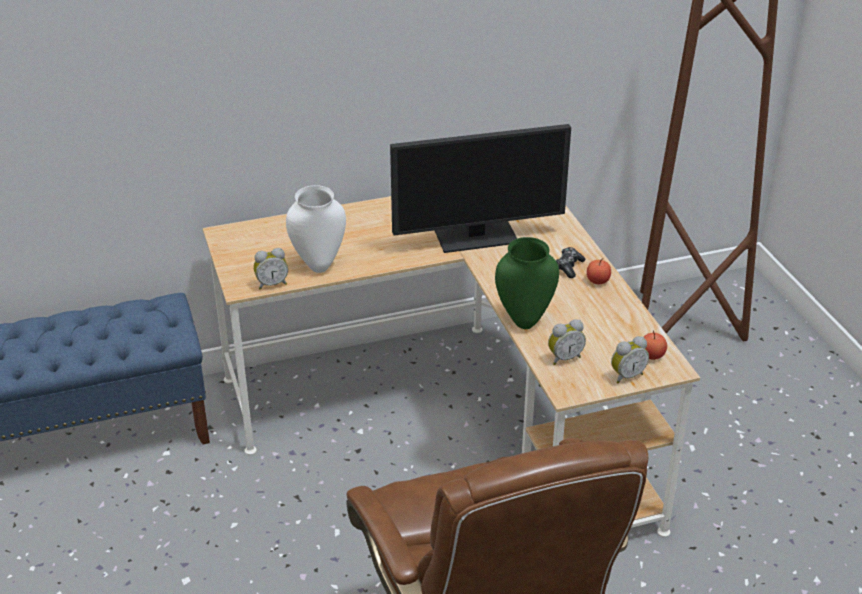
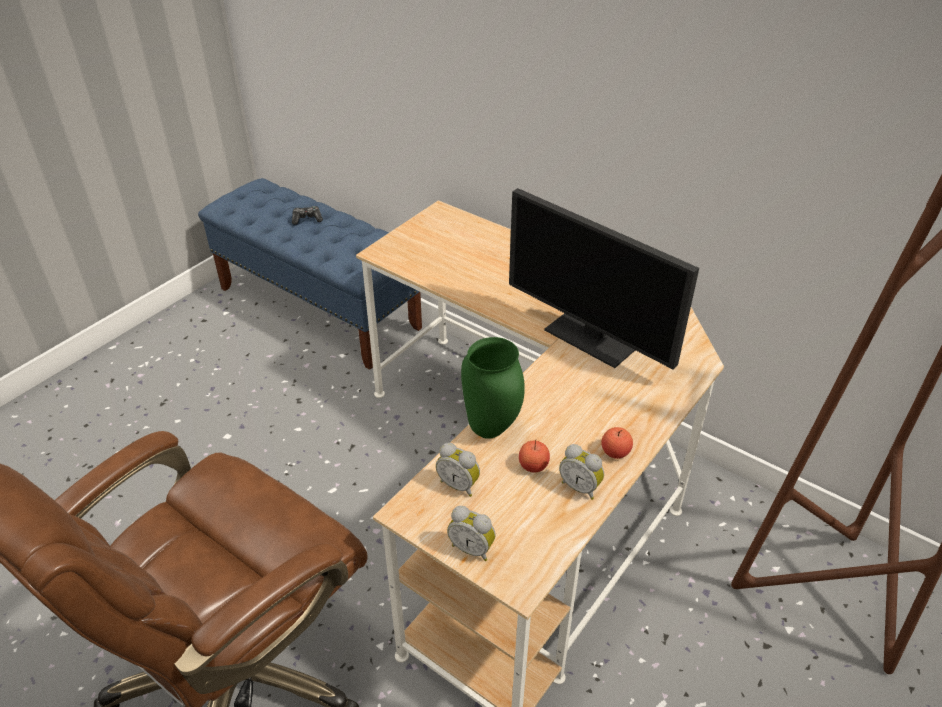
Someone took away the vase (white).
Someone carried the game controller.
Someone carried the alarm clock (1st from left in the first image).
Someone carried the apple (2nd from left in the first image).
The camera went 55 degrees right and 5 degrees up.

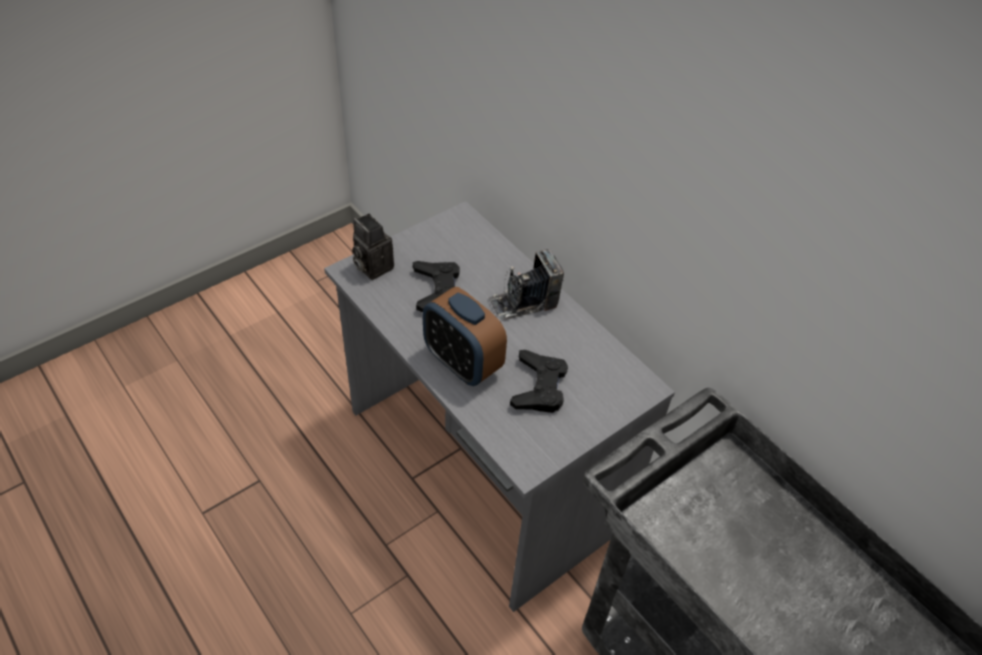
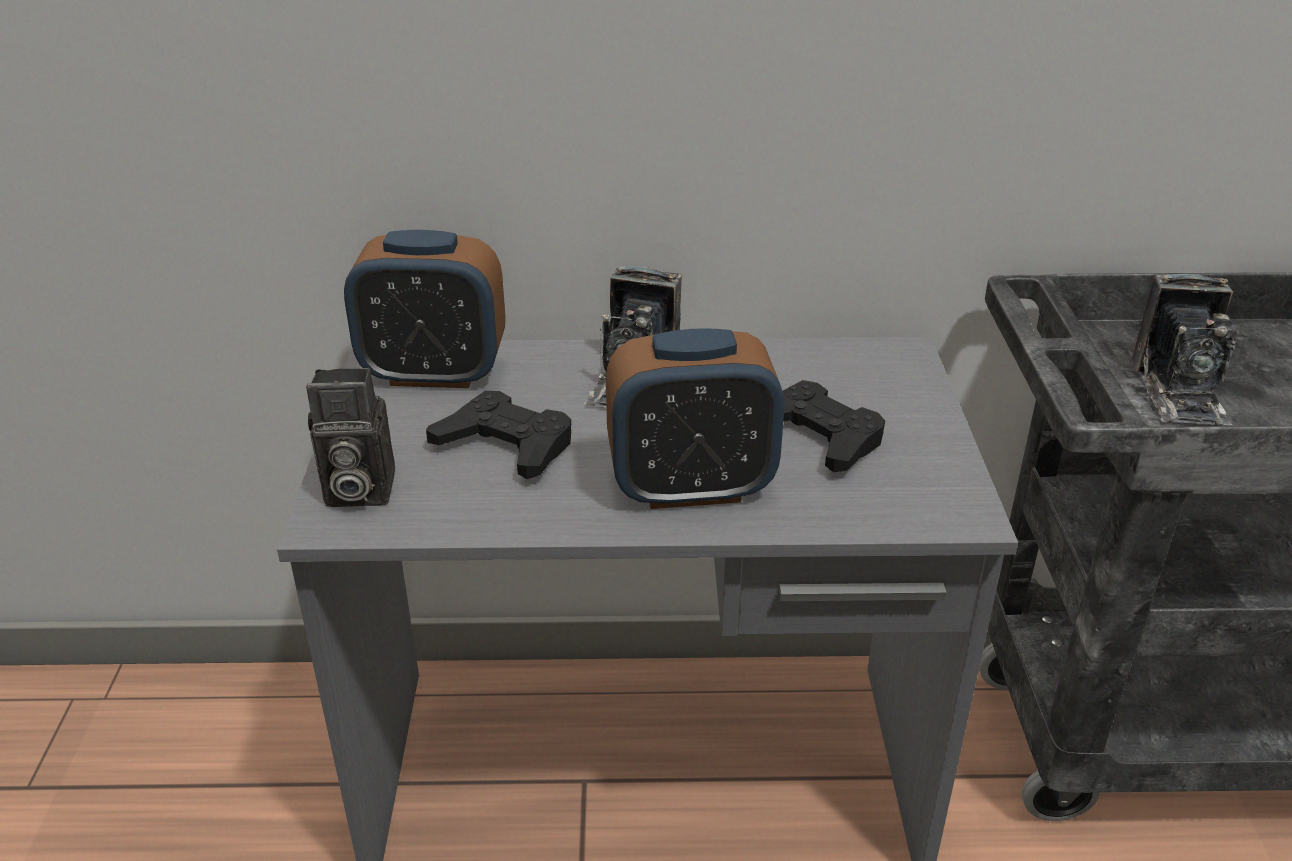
Someone put down the alarm clock (1st from left).
Someone put down the photo camera (3rd from left).
The camera went 50 degrees left and 15 degrees down.

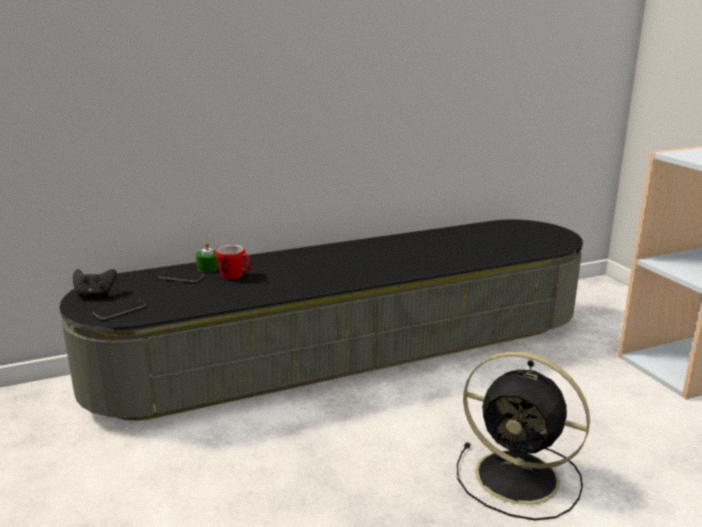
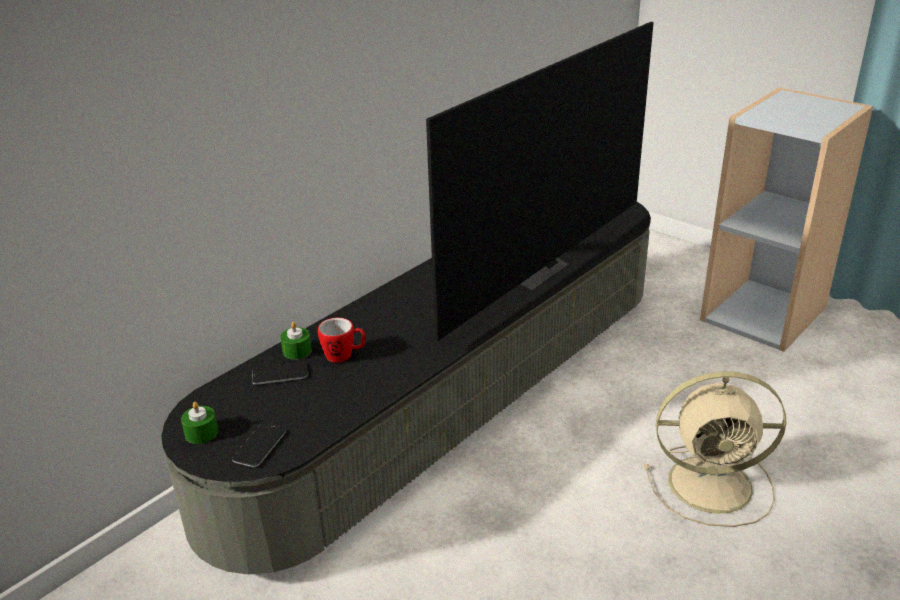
Someone swapped the game controller (black) for the candle (green) (1st from left).
Someone repainted the fan (black), which became the fan (beige).
Someone put down the television.
The camera went 25 degrees left and 10 degrees up.

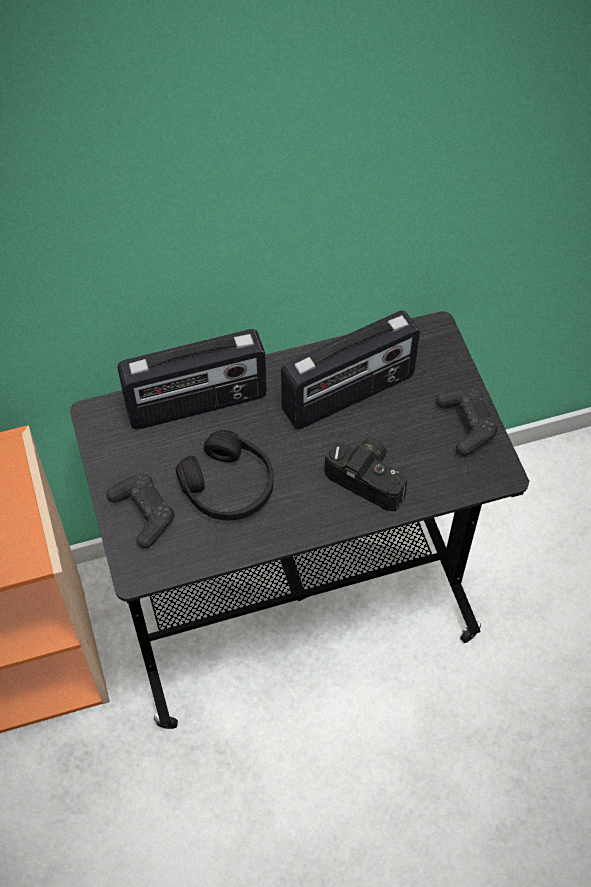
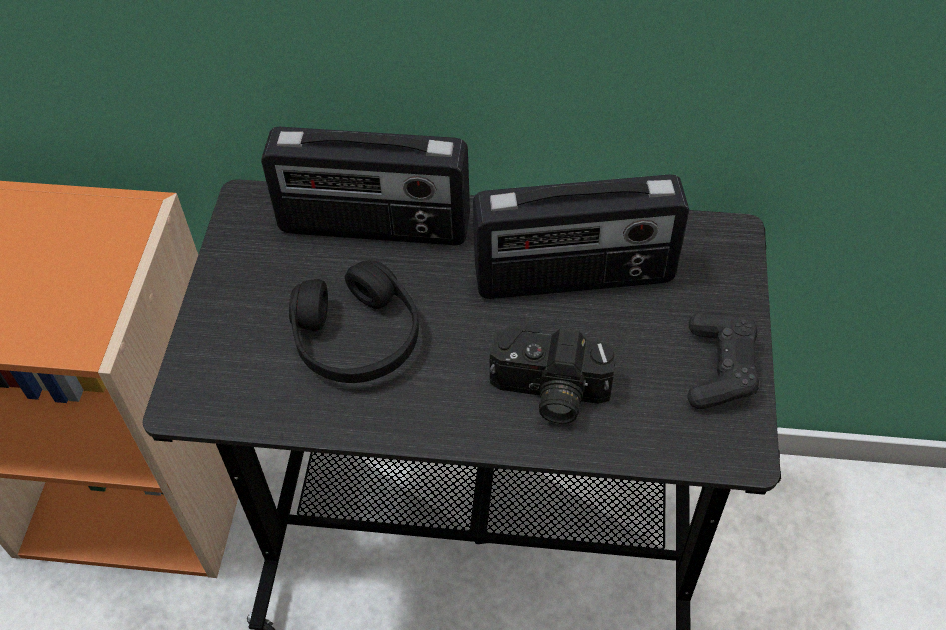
Someone rotated the photo camera by 135 degrees clockwise.
Someone took away the game controller (black) (1st from left).
The camera went 25 degrees right and 5 degrees down.

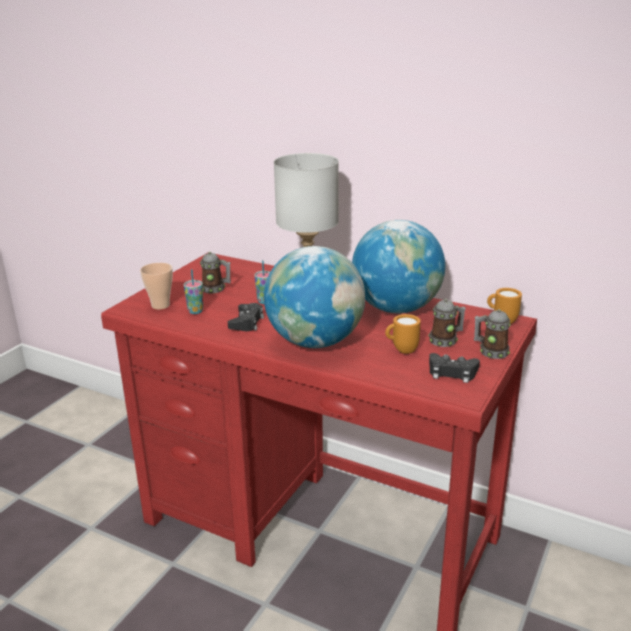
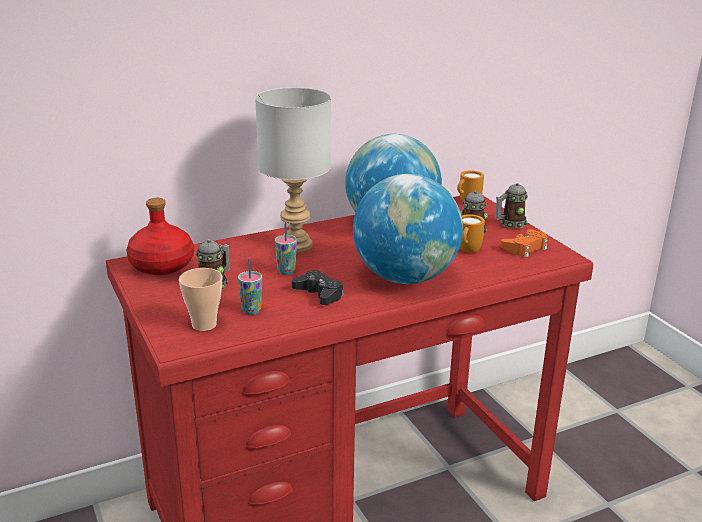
Someone repainted the game controller (black) (2nd from left), which became the game controller (orange).
Someone put down the bottle (red).
The camera went 55 degrees left and 0 degrees up.

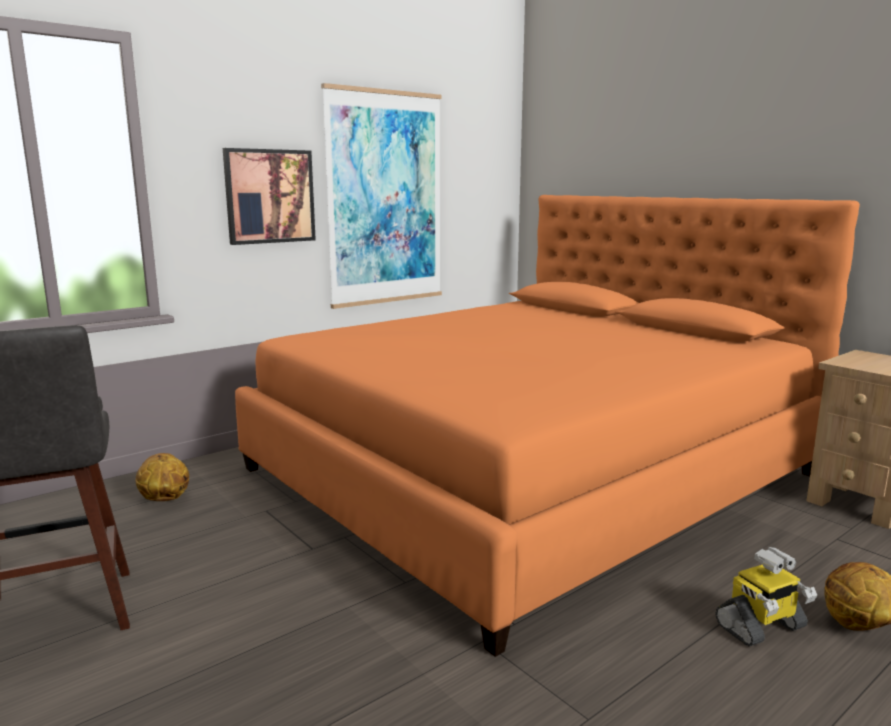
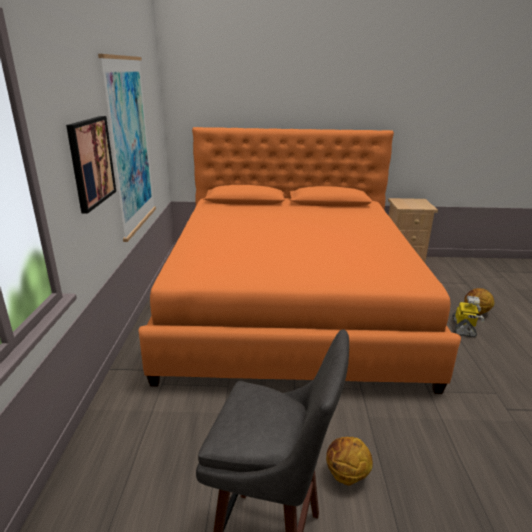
Someone carried the basketball (1st from left).
The camera went 50 degrees left and 10 degrees up.

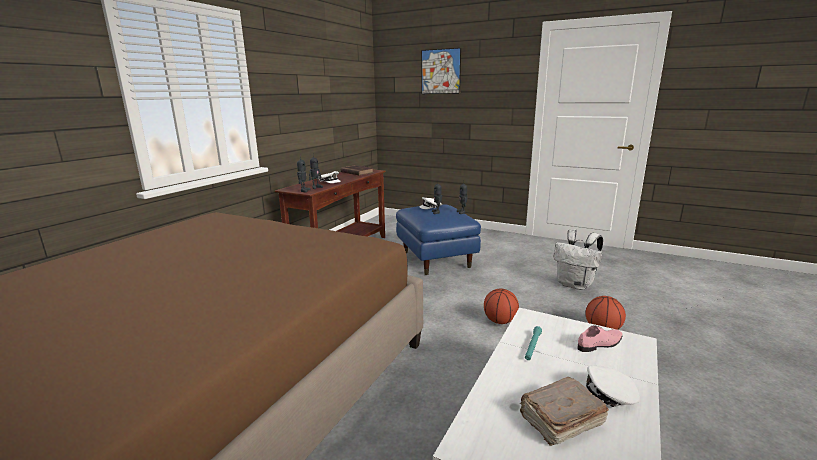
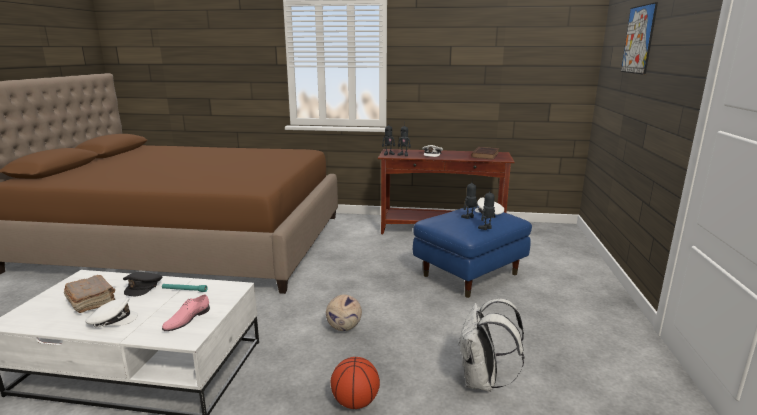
Someone swapped the basketball (1st from left) for the football.
Someone rotated the shoe (pink) by 75 degrees clockwise.
Someone rotated the cap (white) (3rd from left in the first image) by 90 degrees clockwise.
Someone put down the cap (black).
The camera went 70 degrees right and 0 degrees up.

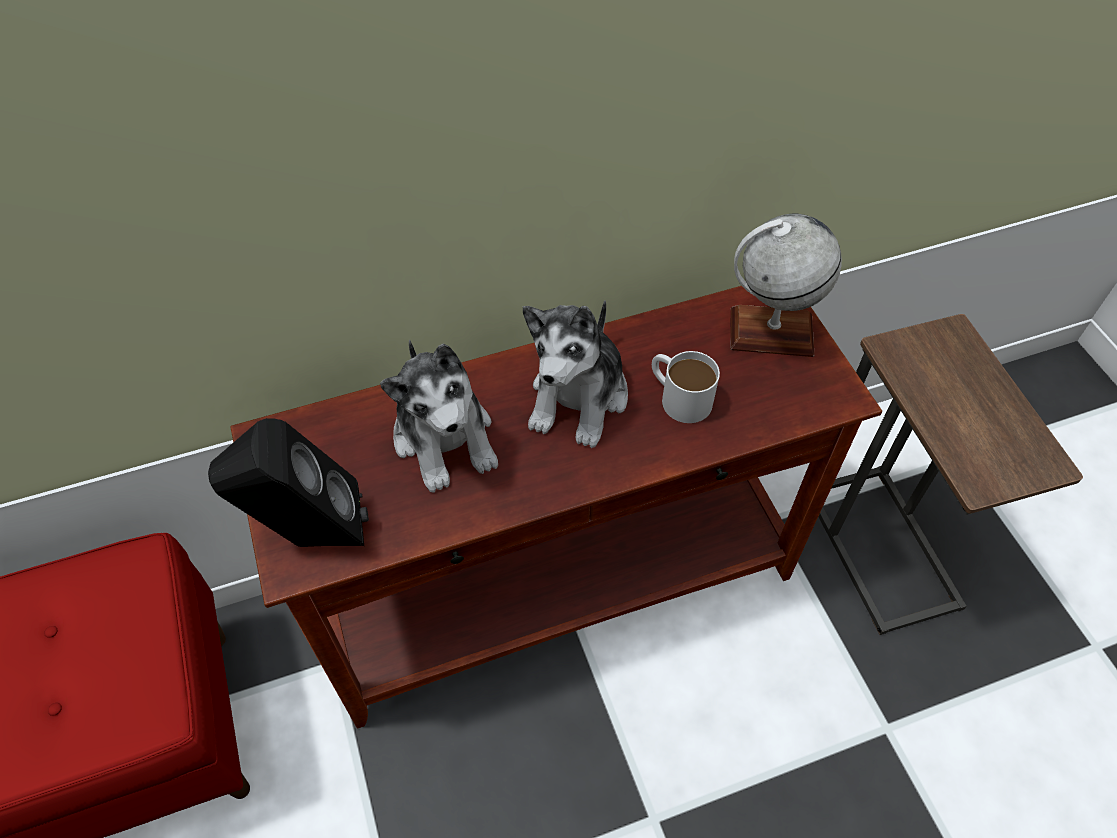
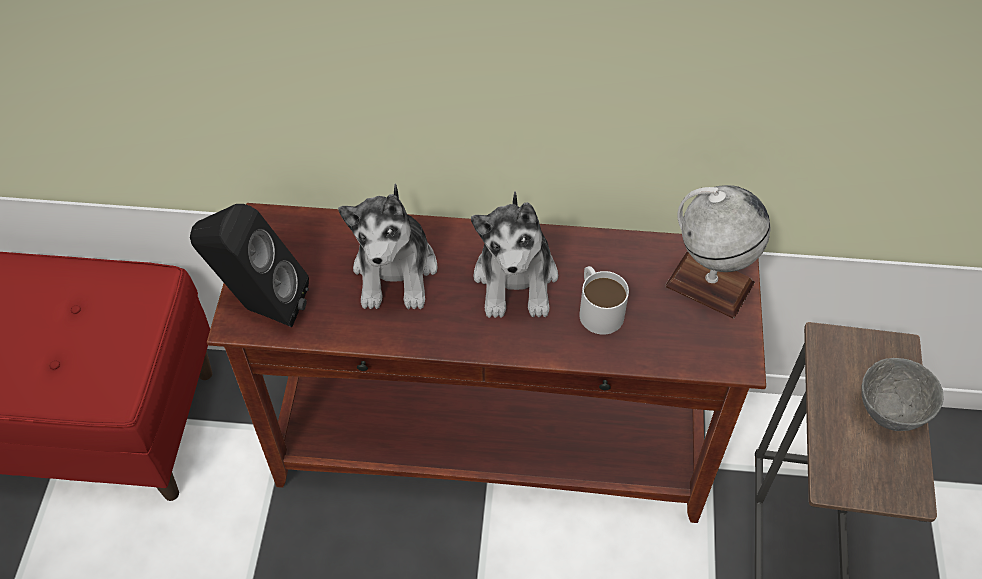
Someone rotated the plush toy (2nd from left) by 45 degrees counterclockwise.
Someone put down the bowl (grey).
The camera went 25 degrees right and 0 degrees up.

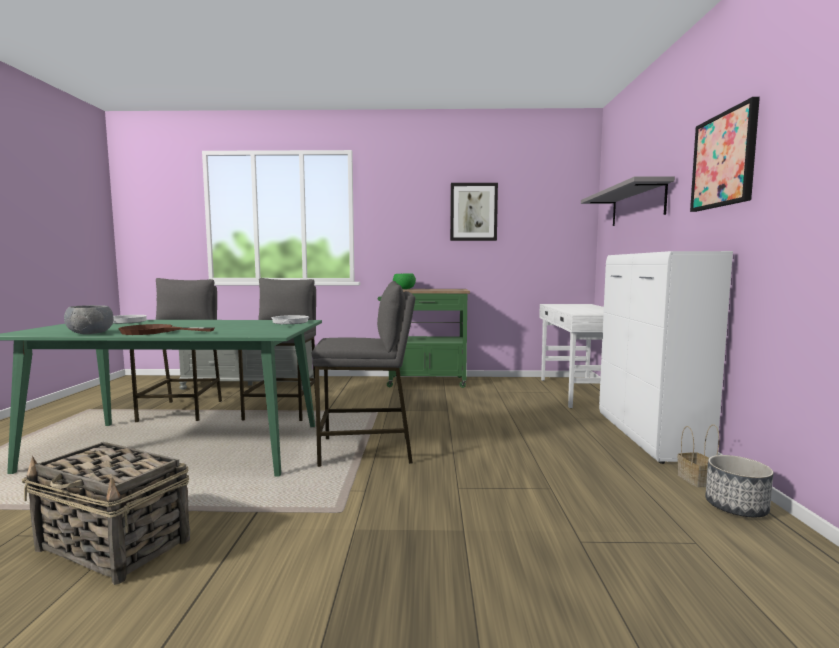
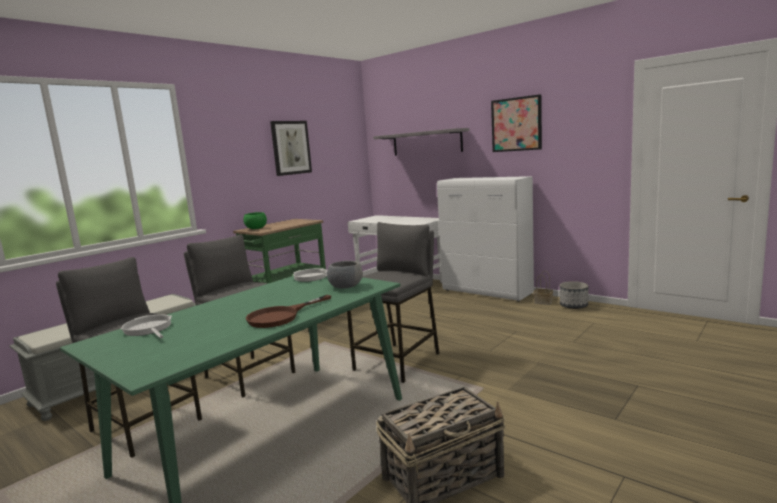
Someone carried the bowl (grey).
The camera went 50 degrees left and 5 degrees up.

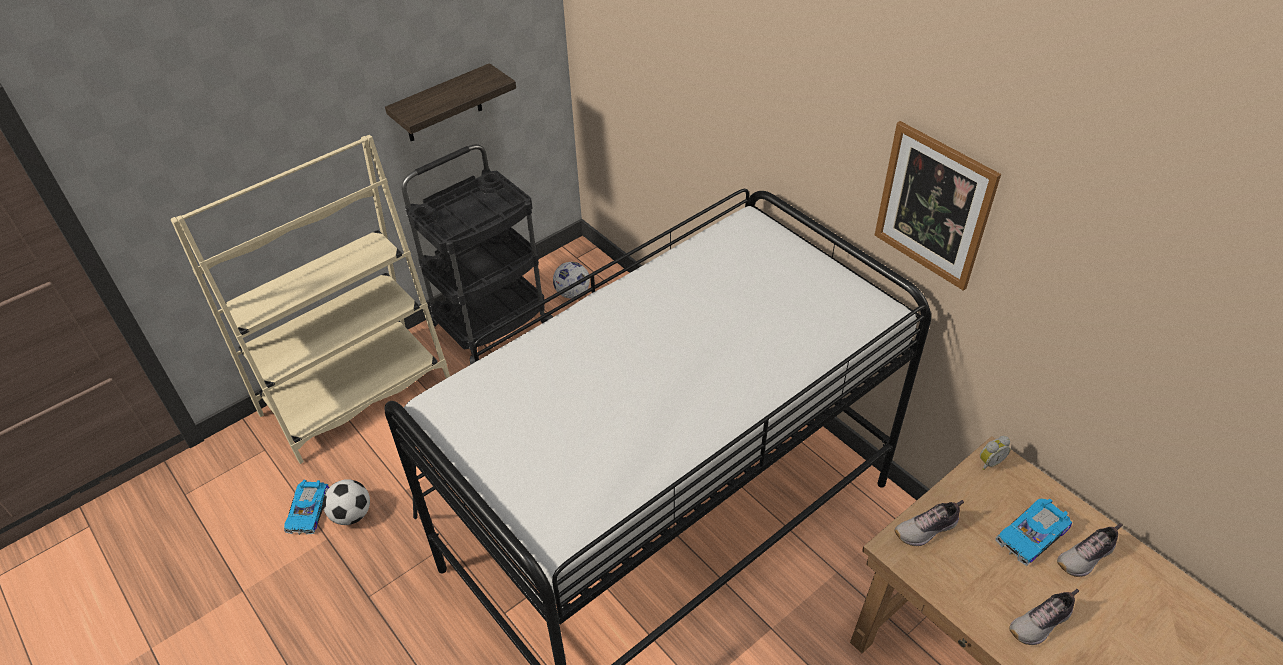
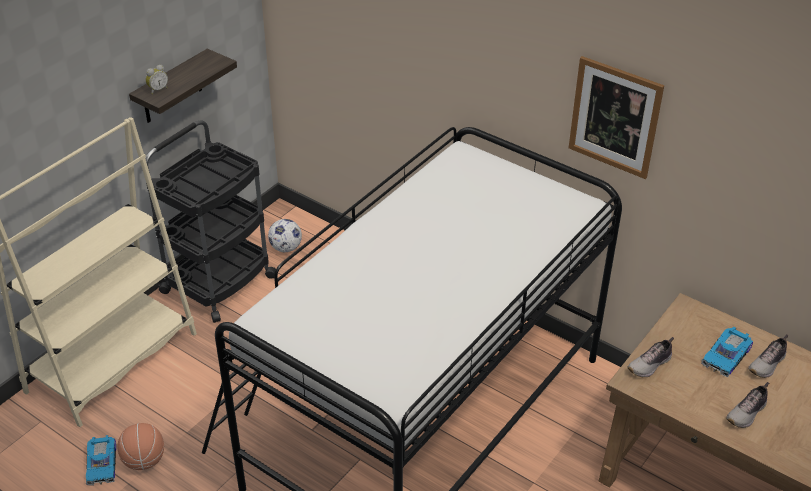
Someone carried the alarm clock.
Someone swapped the football (1st from left) for the basketball.
The camera went 15 degrees left and 5 degrees down.

